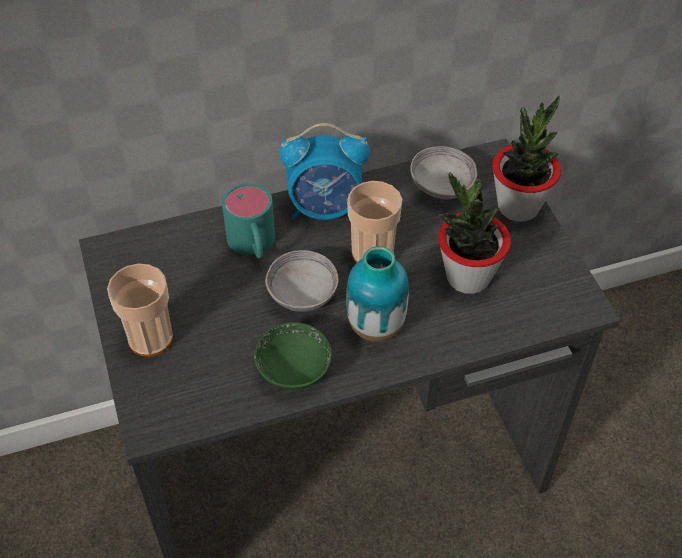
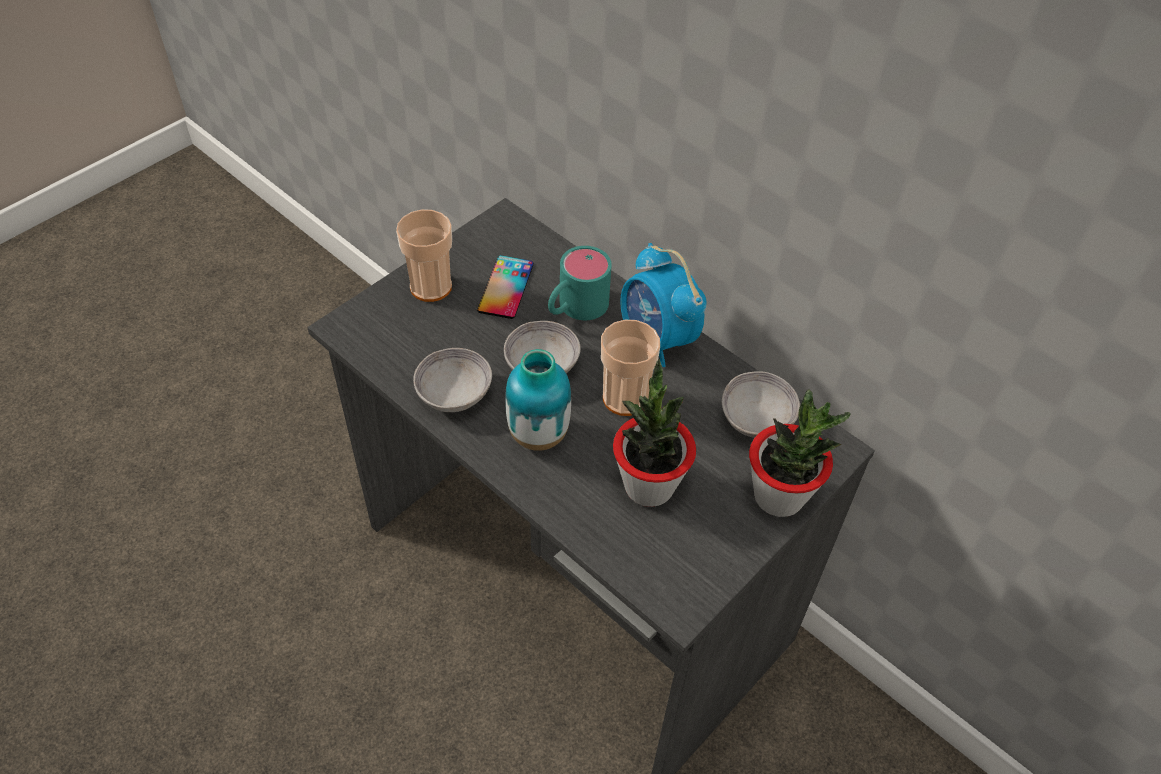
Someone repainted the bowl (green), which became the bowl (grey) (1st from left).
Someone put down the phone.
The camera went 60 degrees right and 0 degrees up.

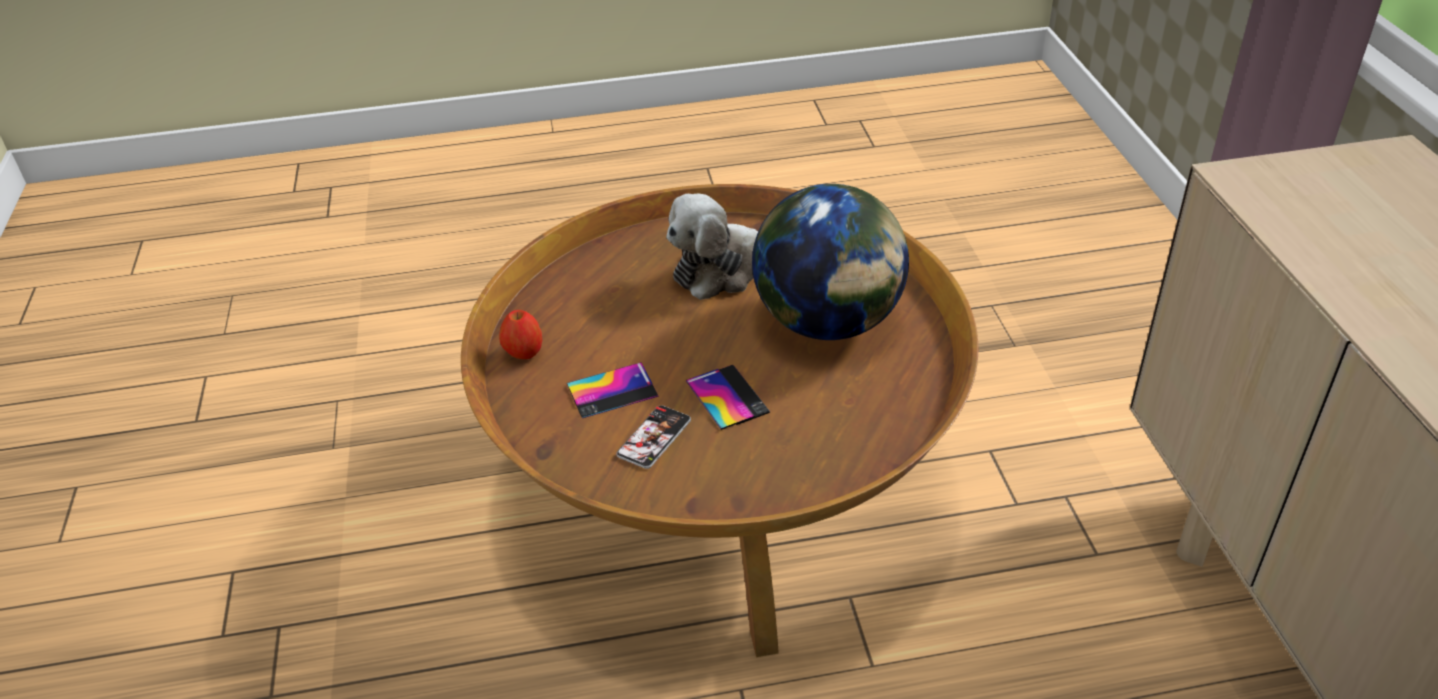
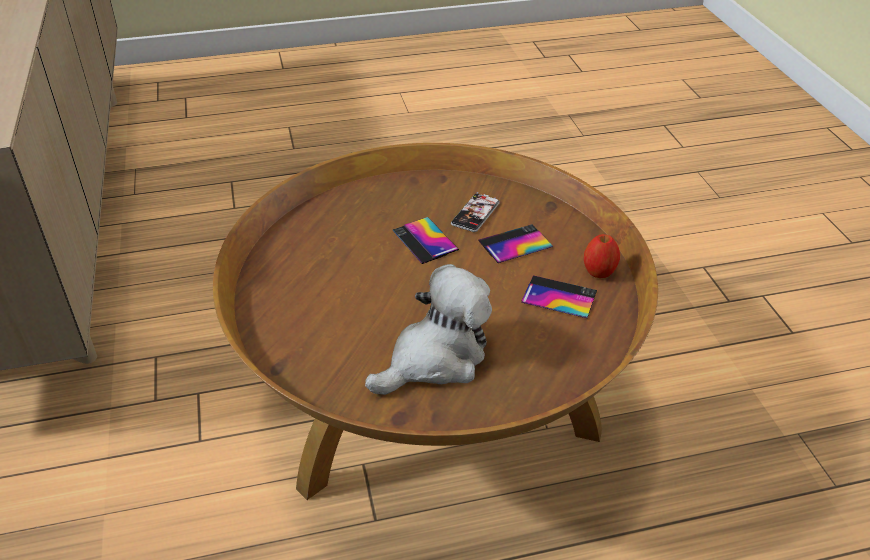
Someone took away the globe.
Someone put down the phone (4th from left).
The camera went 175 degrees right and 0 degrees up.

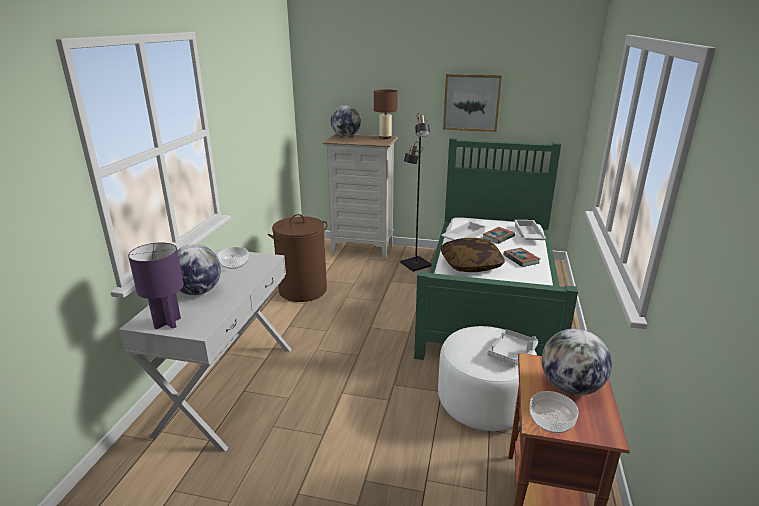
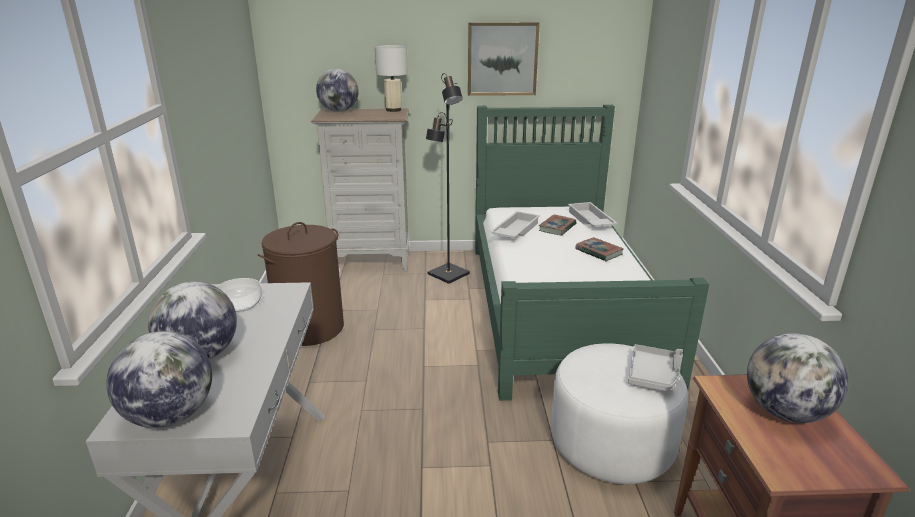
Someone repainted the table lamp (brown), which became the table lamp (white).
Someone took away the pillow.
Someone swapped the table lamp (purple) for the globe (1st from left).
Someone took away the bowl (2nd from left).
The camera went 15 degrees left and 0 degrees up.

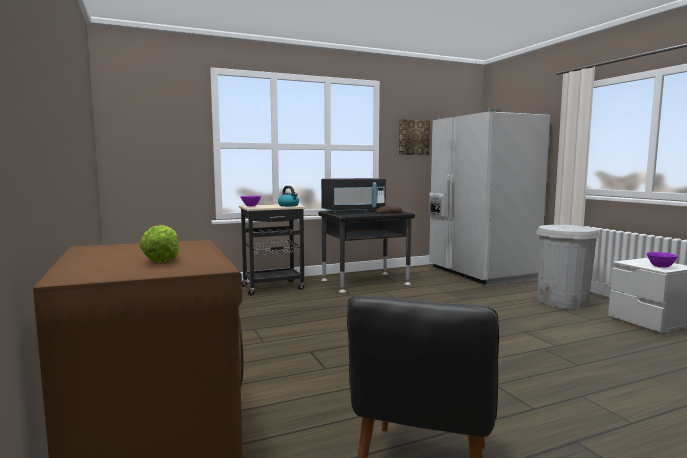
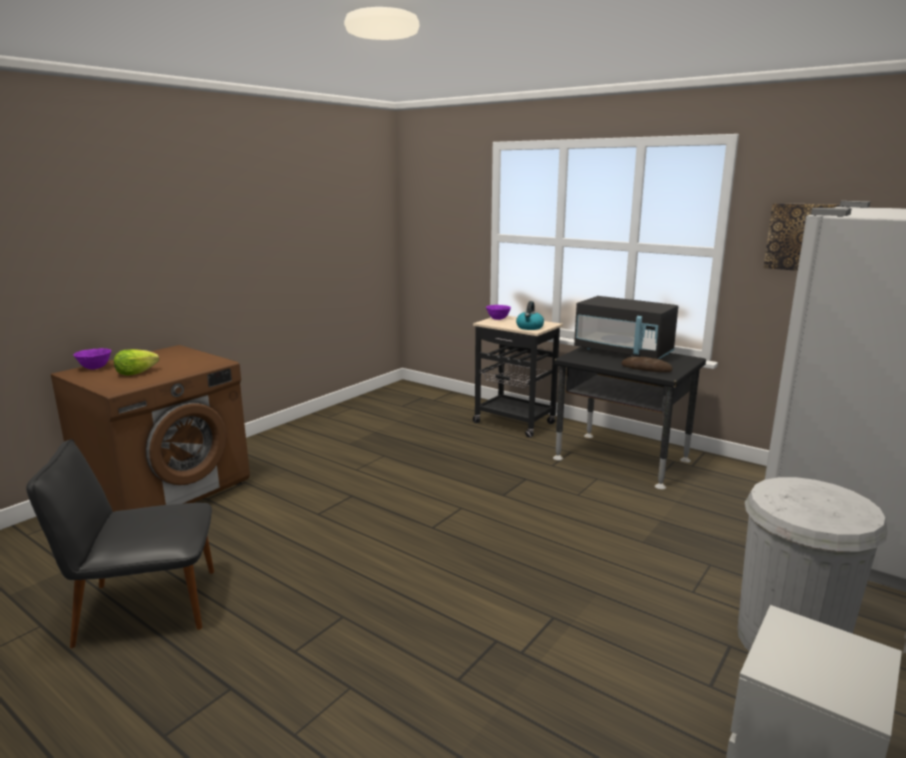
Someone carried the bowl (purple) (2nd from left in the first image).
The camera went 60 degrees right and 10 degrees up.

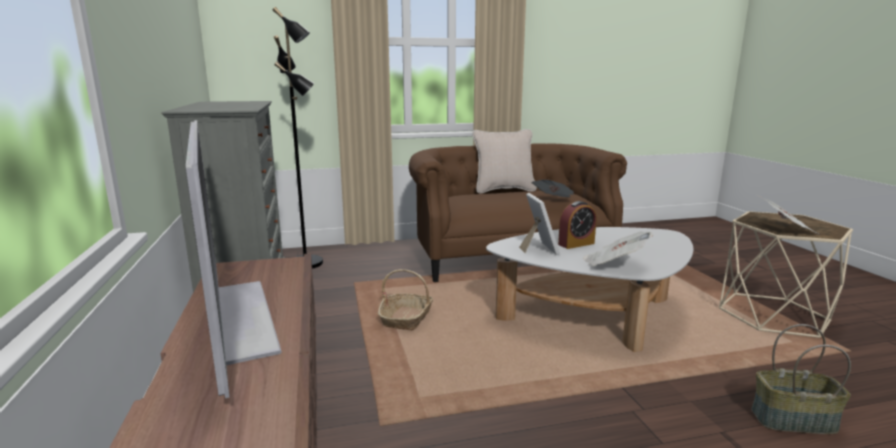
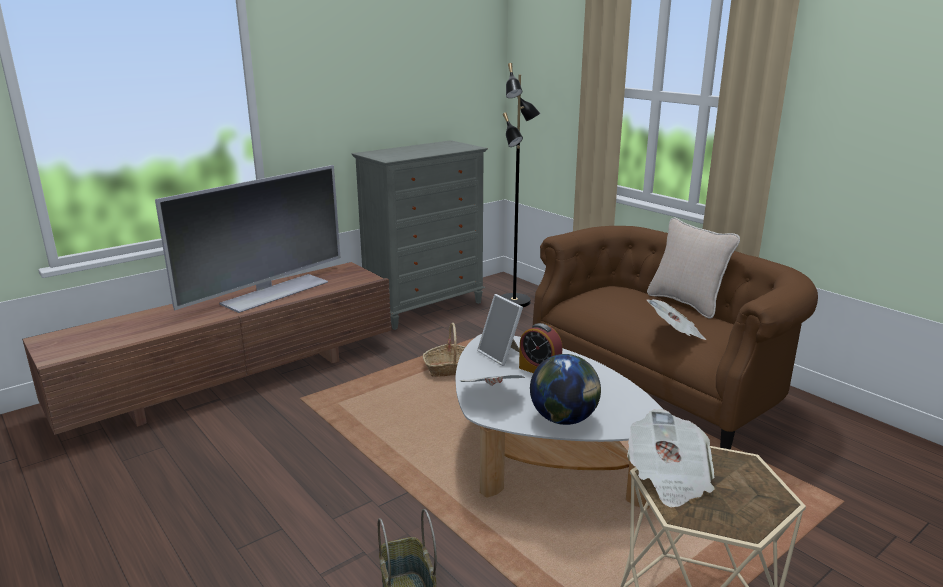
Someone rotated the picture frame by 90 degrees clockwise.
Someone put down the globe.
The camera went 65 degrees right and 5 degrees up.

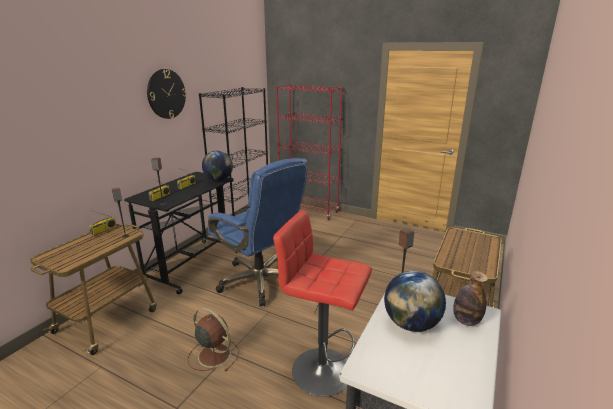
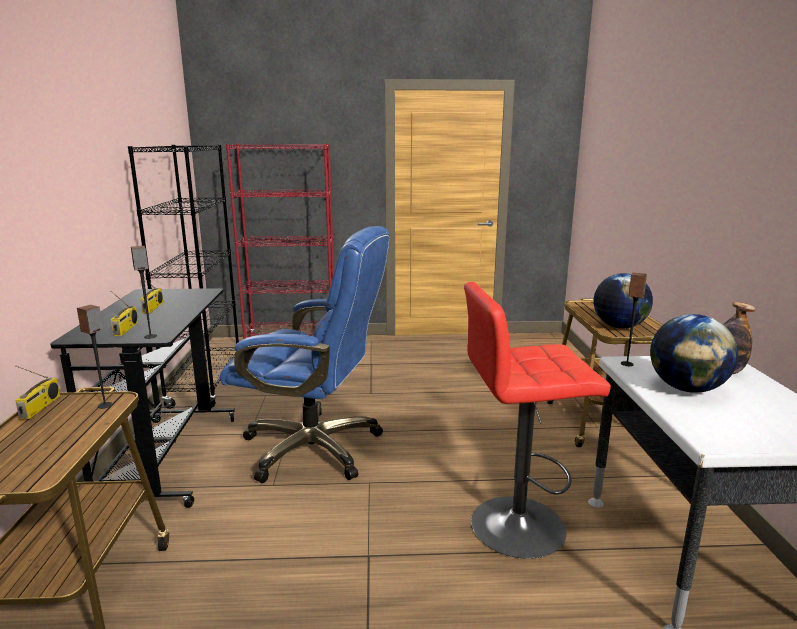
Someone took away the wall clock.
Someone carried the globe (1st from left).
Someone took away the fan (brown).
The camera went 30 degrees left and 5 degrees down.

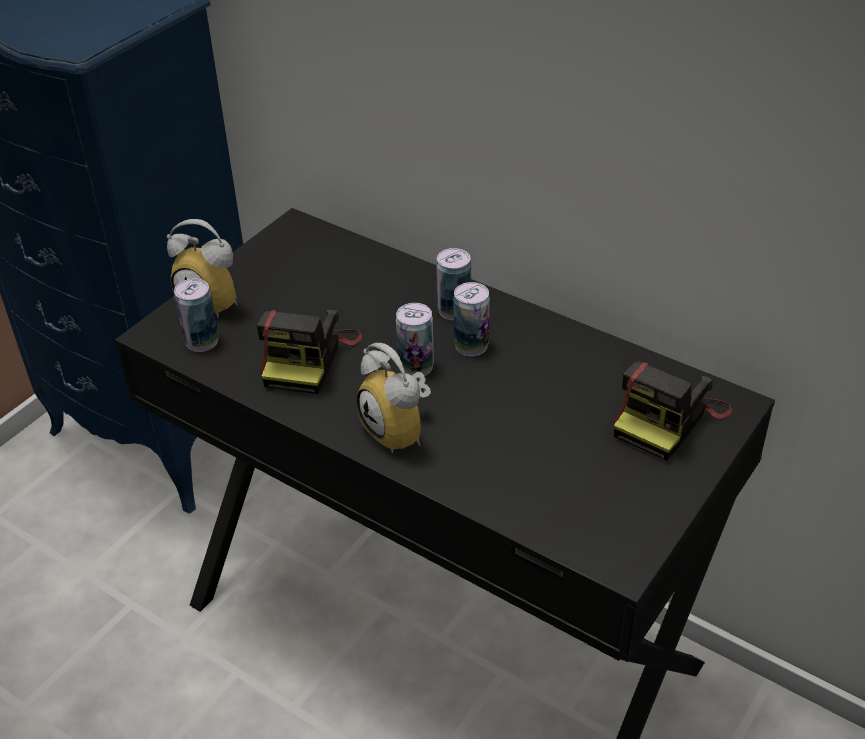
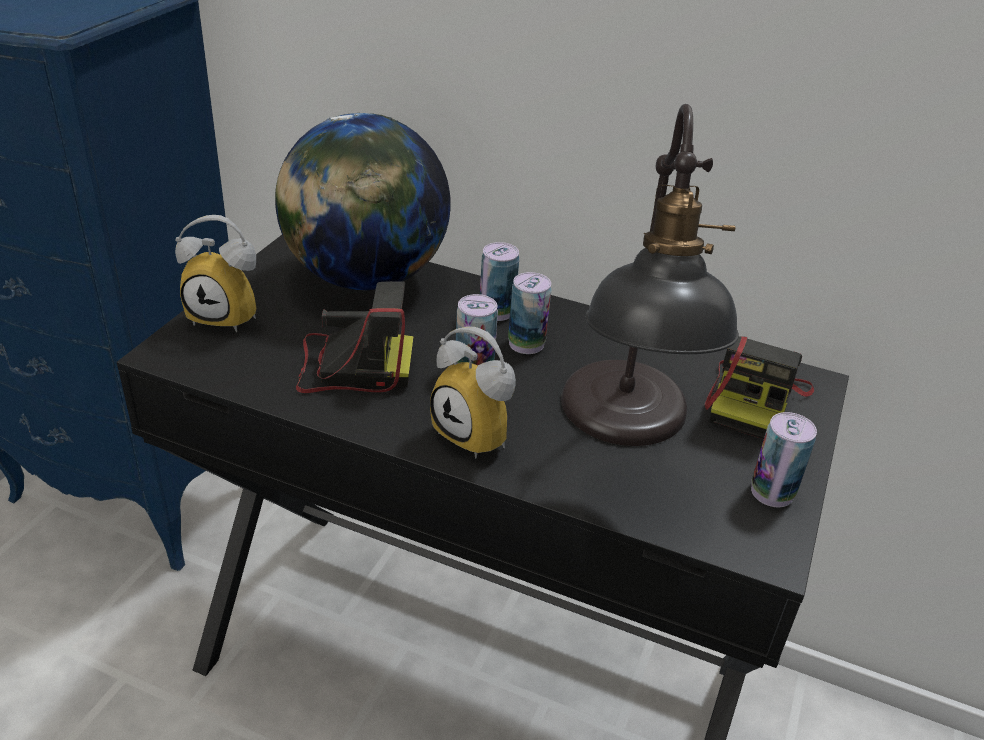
Someone carried the can (1st from left in the first image).
Someone rotated the photo camera (1st from left) by 90 degrees counterclockwise.
Someone put down the table lamp (grey).
Someone put down the globe.
The camera went 15 degrees left and 5 degrees down.

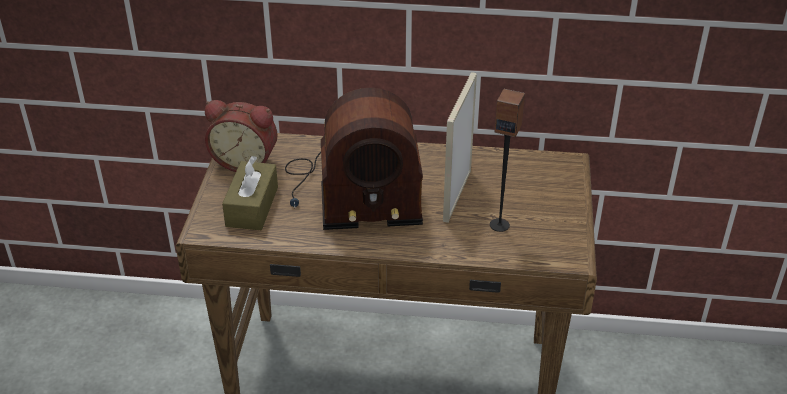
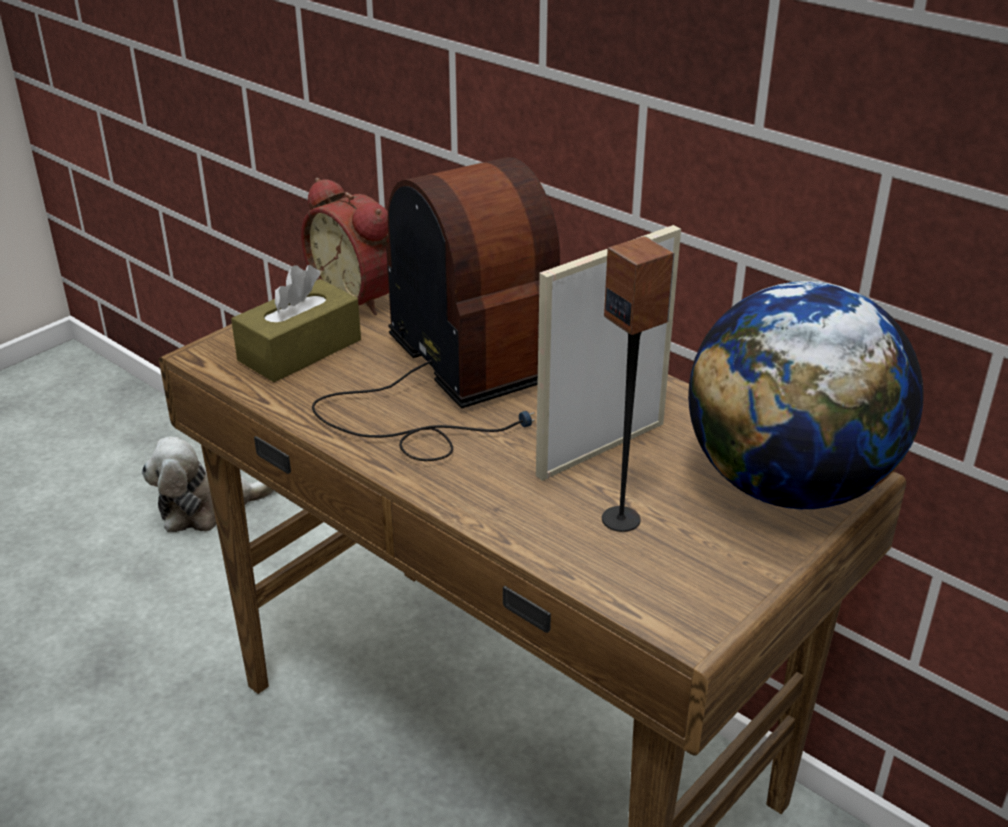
Someone rotated the radio by 150 degrees counterclockwise.
Someone put down the globe.
Someone put down the plush toy.
The camera went 35 degrees right and 5 degrees down.

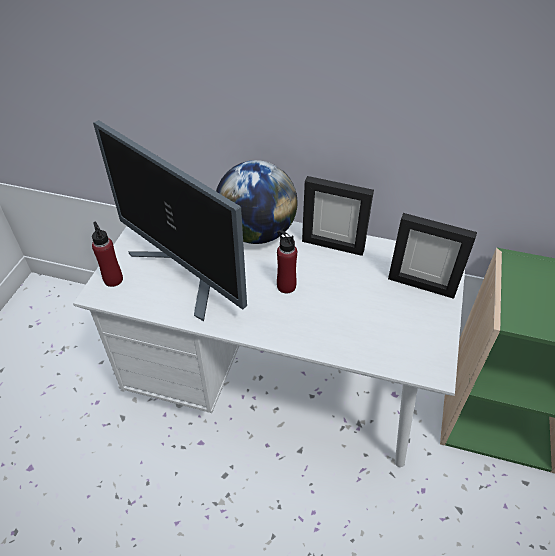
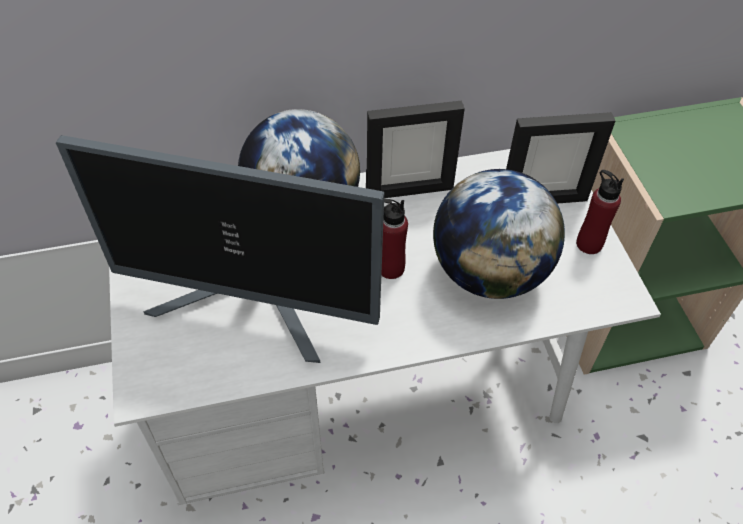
Someone carried the bottle (red) (1st from left in the first image).
Someone put down the globe (2nd from left).
The camera went 30 degrees left and 5 degrees up.

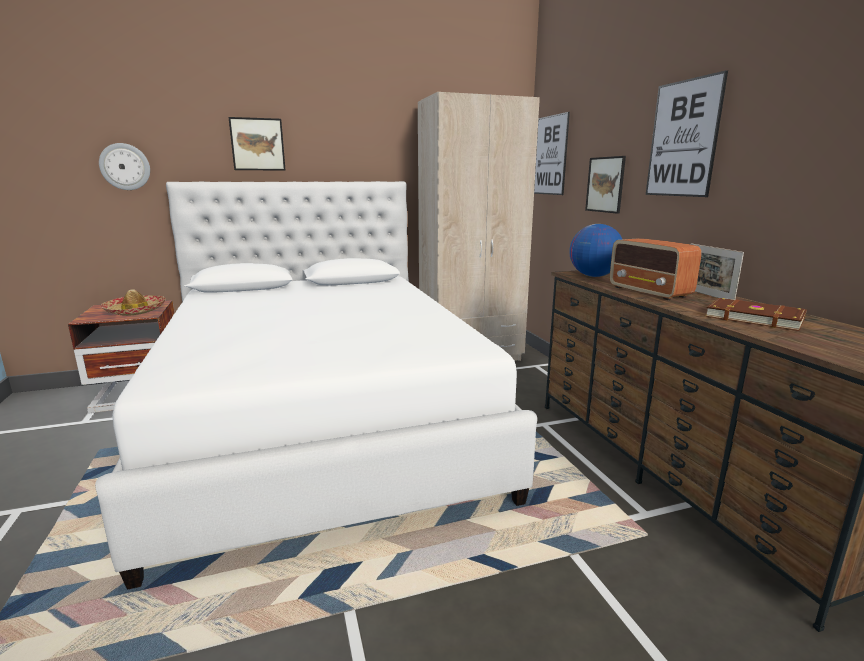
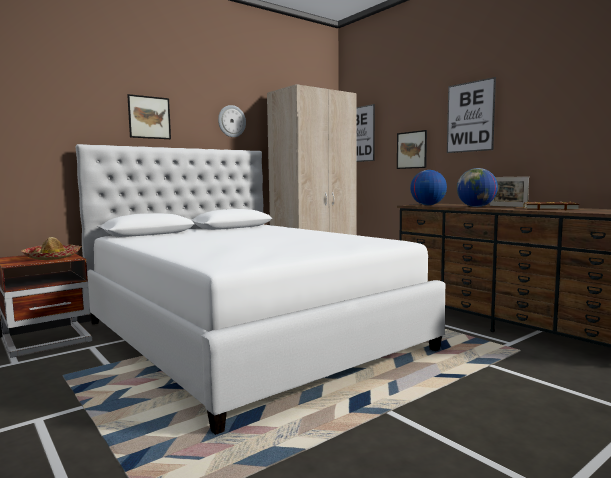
Someone carried the wall clock.
Someone swapped the radio for the globe (2nd from left).
The camera went 20 degrees left and 10 degrees down.

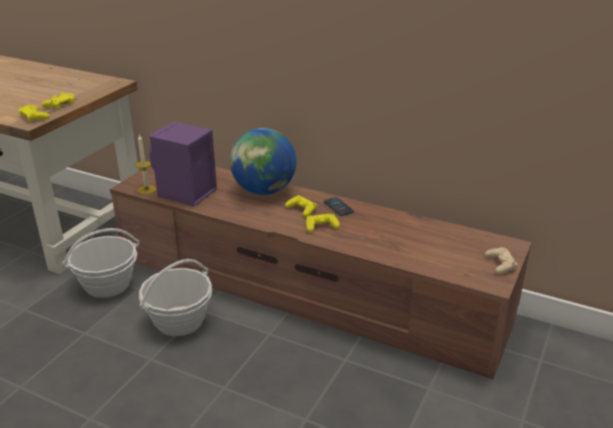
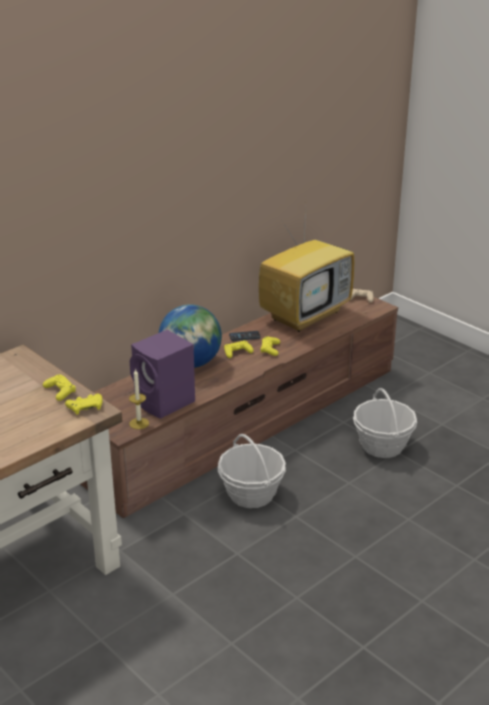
Someone carried the basket (1st from left in the first image).
Someone put down the television.
The camera went 70 degrees left and 0 degrees up.

